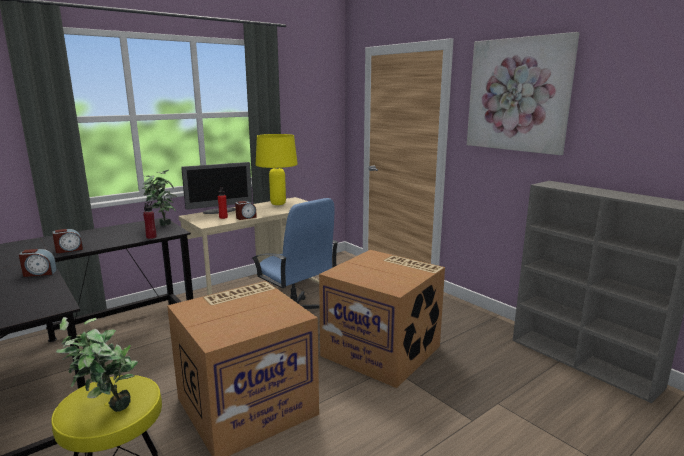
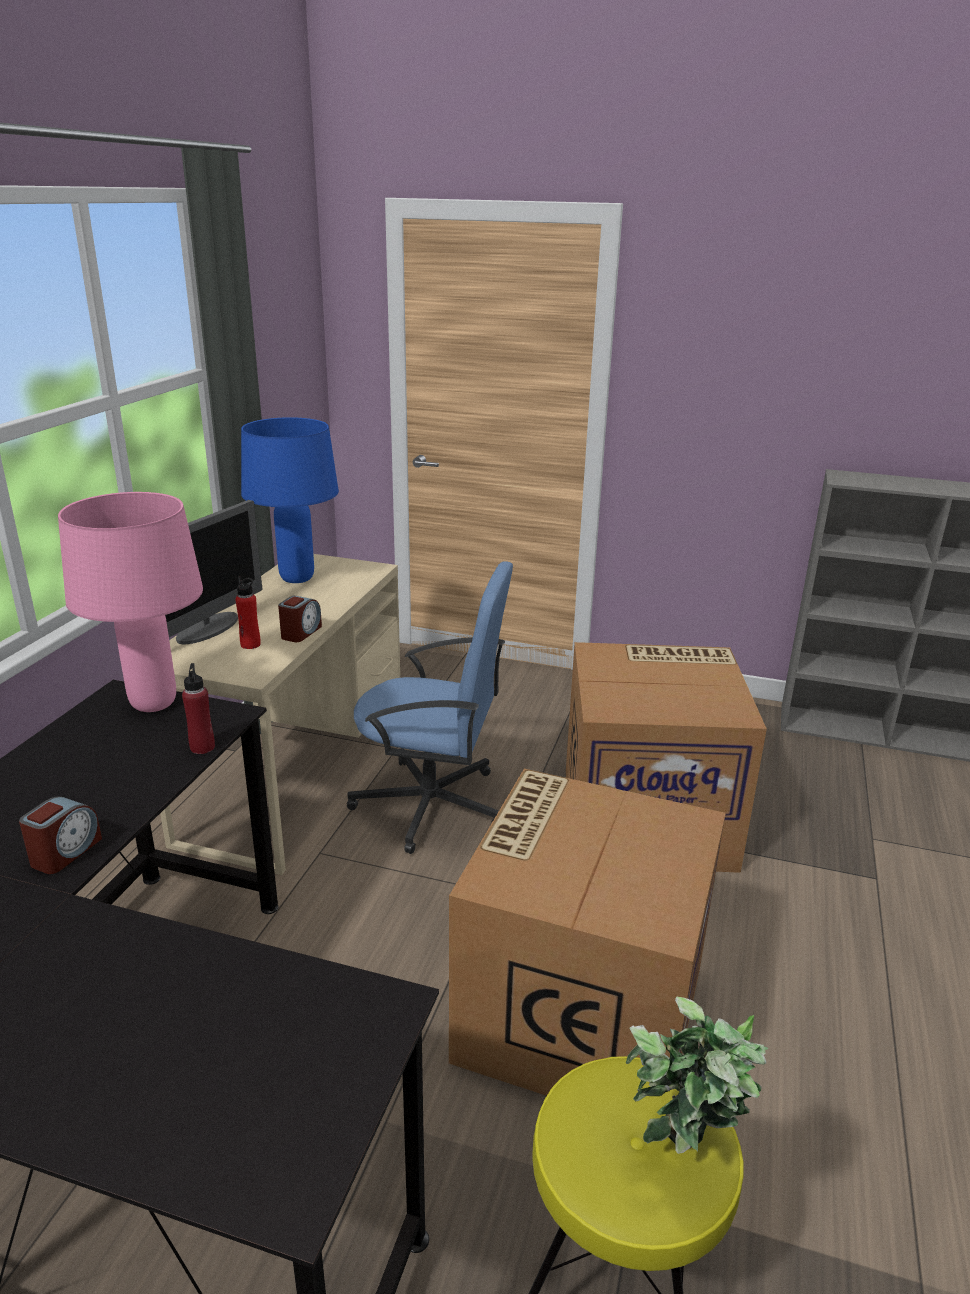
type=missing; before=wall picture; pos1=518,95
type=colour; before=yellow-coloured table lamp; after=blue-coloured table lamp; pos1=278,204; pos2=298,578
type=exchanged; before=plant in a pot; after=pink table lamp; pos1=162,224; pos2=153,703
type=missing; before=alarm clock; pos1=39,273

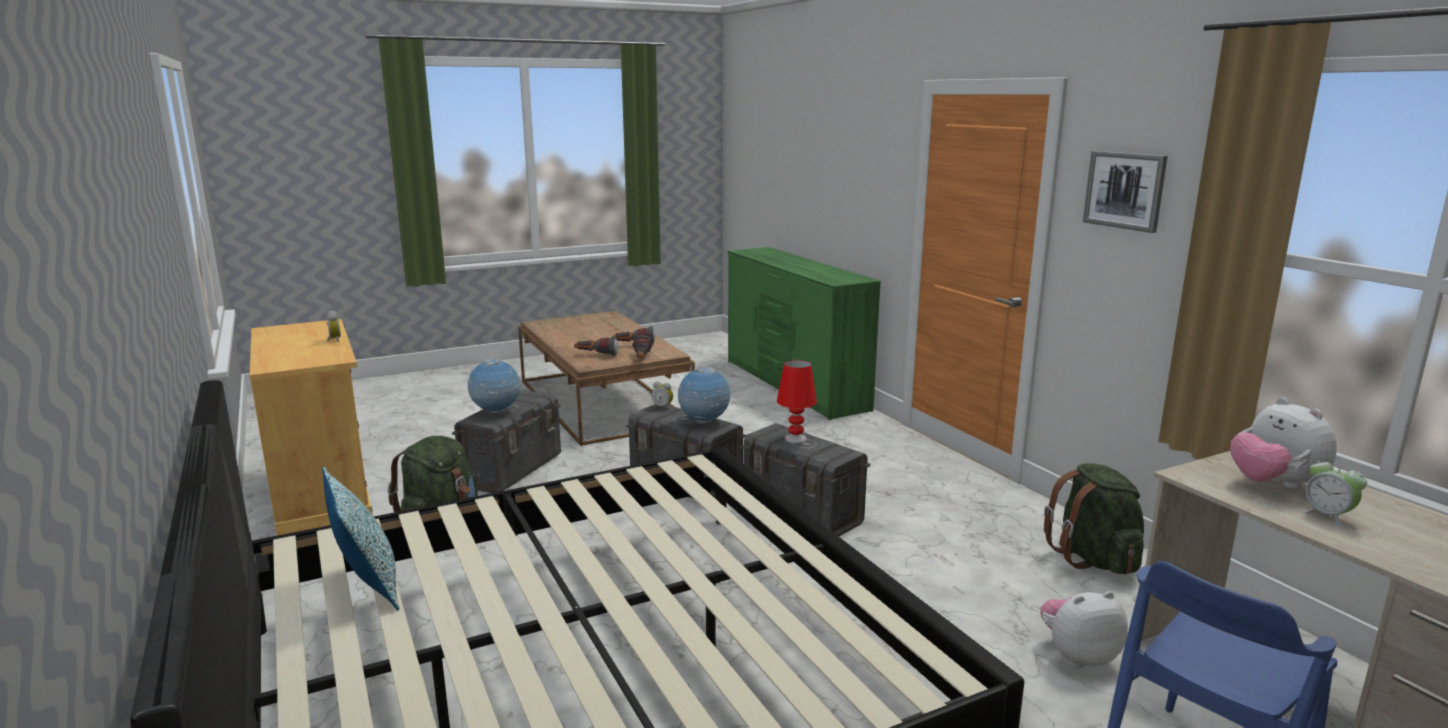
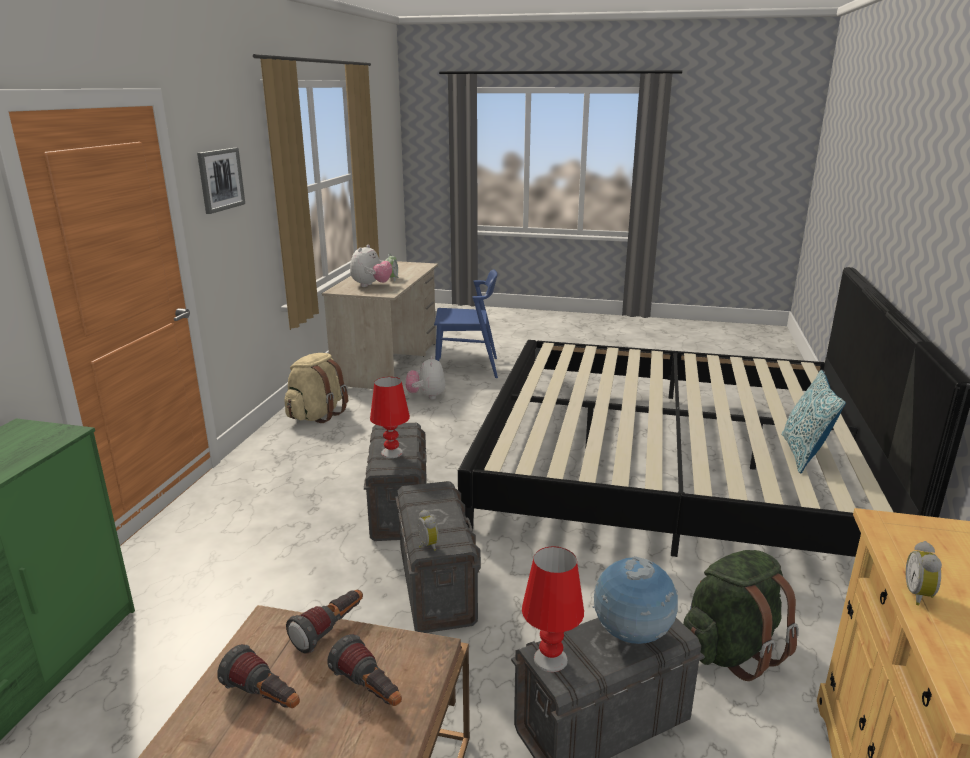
type=missing; before=desk globe; pos1=704,422
type=colour; before=green backpack; after=beige backpack; pos1=1094,559; pos2=317,415
type=spun; before=plush toy; pos1=1077,656; pos2=426,396; turn=60
type=appeared; after=red table lamp; pos2=550,659

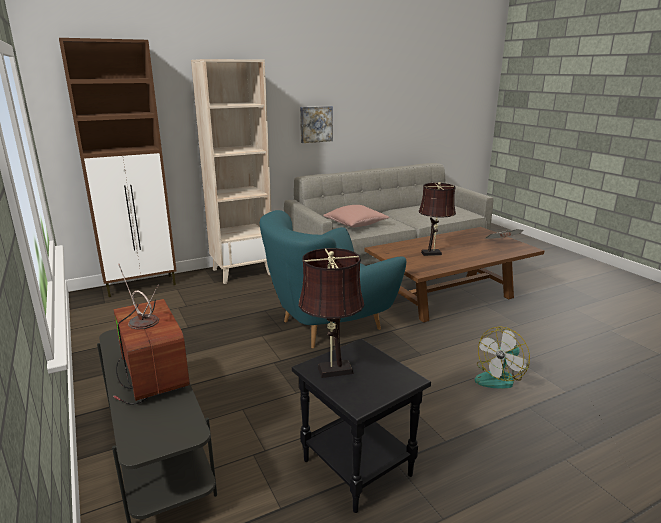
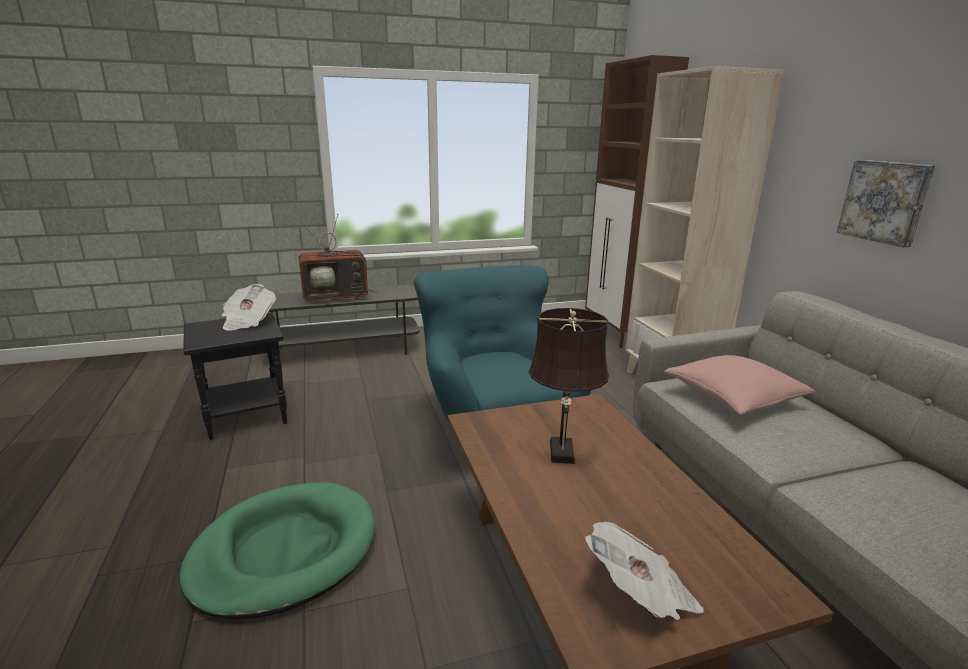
type=exchanged; before=brownish table lamp; after=daily paper; pos1=331,370; pos2=248,321
type=exchanged; before=fan; after=green pet bed; pos1=499,377; pos2=284,552

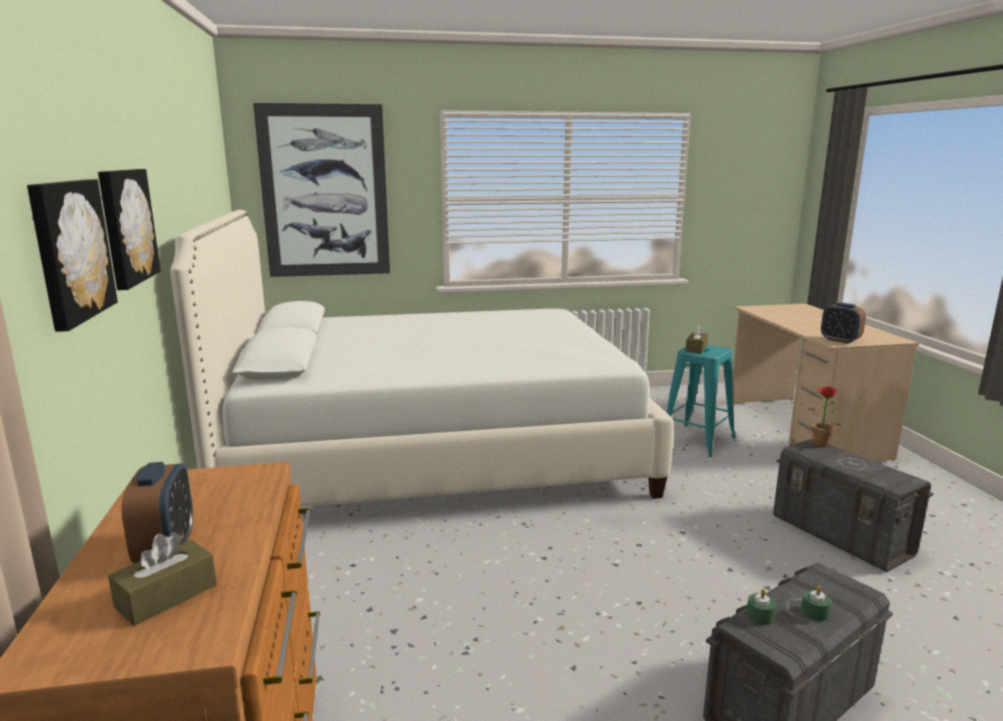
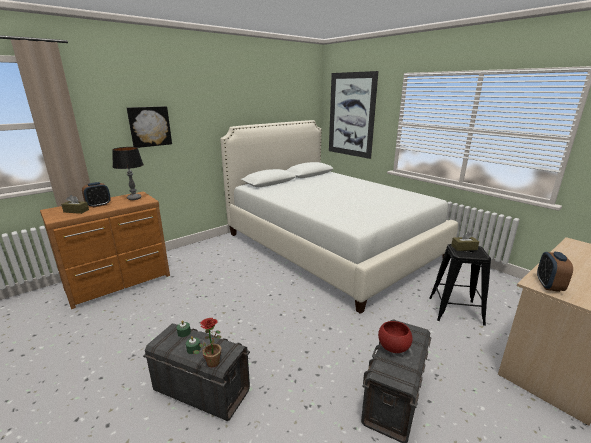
type=missing; before=wall picture; pos1=125,226
type=colour; before=blue-green stool; after=black-coloured stool; pos1=697,440; pos2=455,311
type=relocated; before=plant in a pot; pos1=817,443; pos2=212,360
type=appeared; after=table lamp; pos2=134,198
type=appeared; after=red deep dish; pos2=393,347

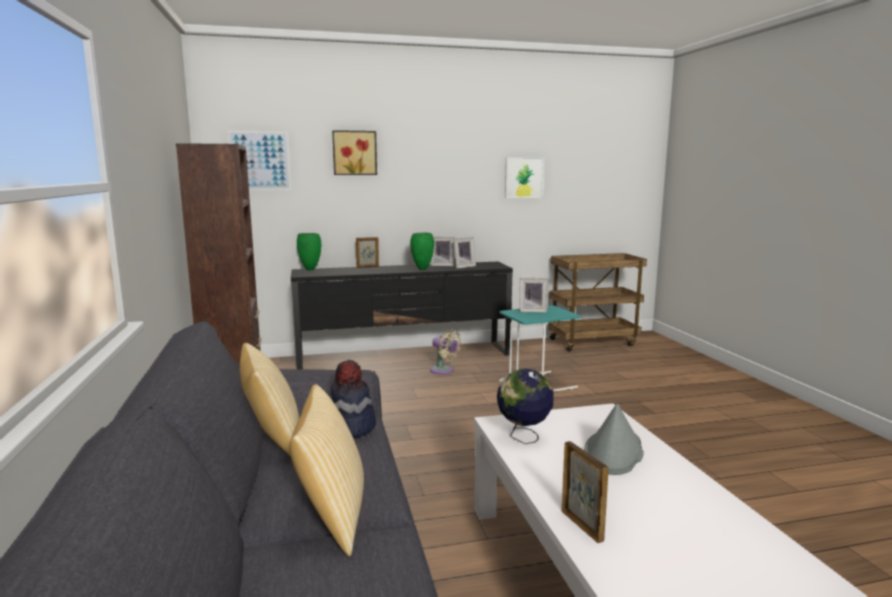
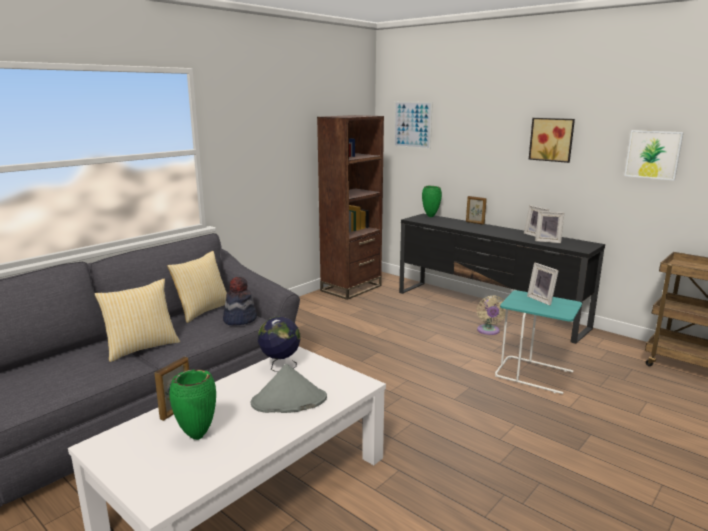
type=relocated; before=wall picture; pos1=354,153; pos2=552,139
type=relocated; before=green flower vase; pos1=422,269; pos2=197,436

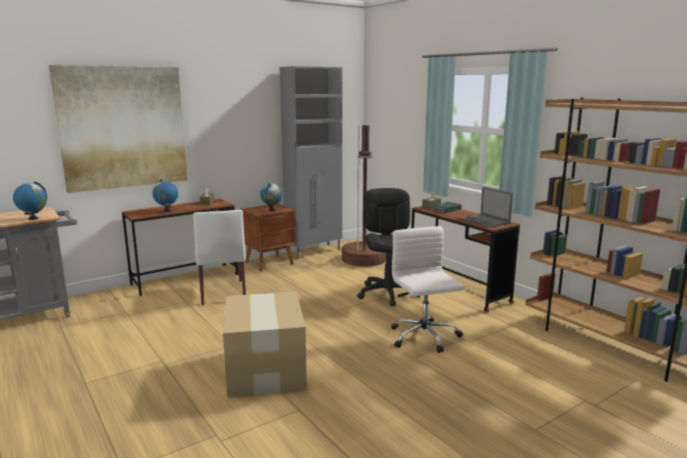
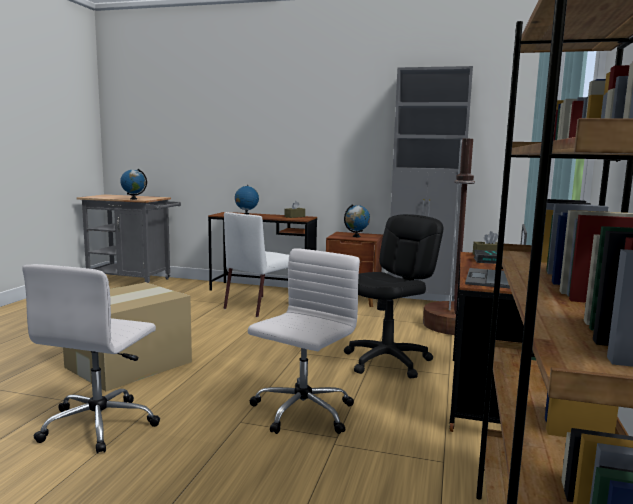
type=missing; before=wall picture; pos1=123,127
type=appeared; after=white computer chair; pos2=100,424

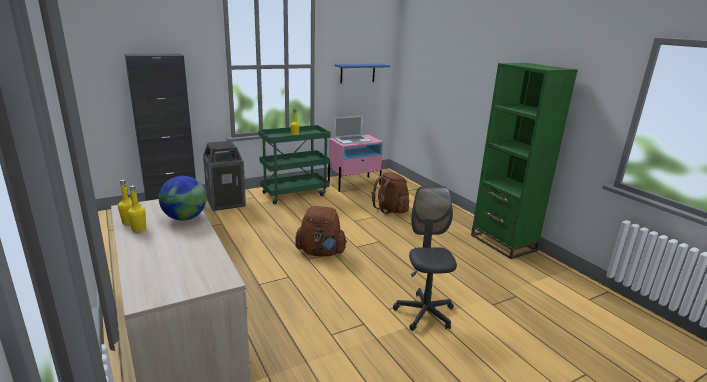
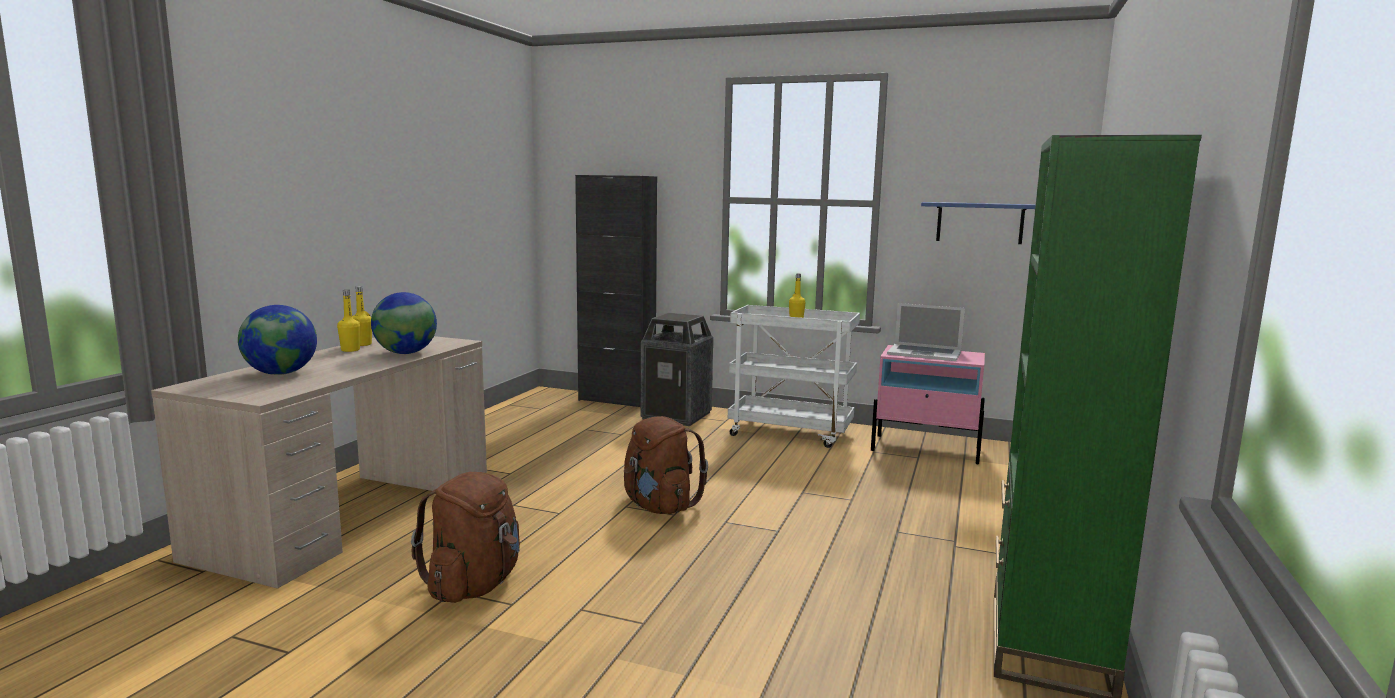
type=colour; before=green trolley; after=white trolley; pos1=295,194; pos2=791,433
type=relocated; before=brownish backpack; pos1=391,210; pos2=474,585
type=missing; before=grey computer chair; pos1=424,313
type=appeared; after=desk globe; pos2=281,373

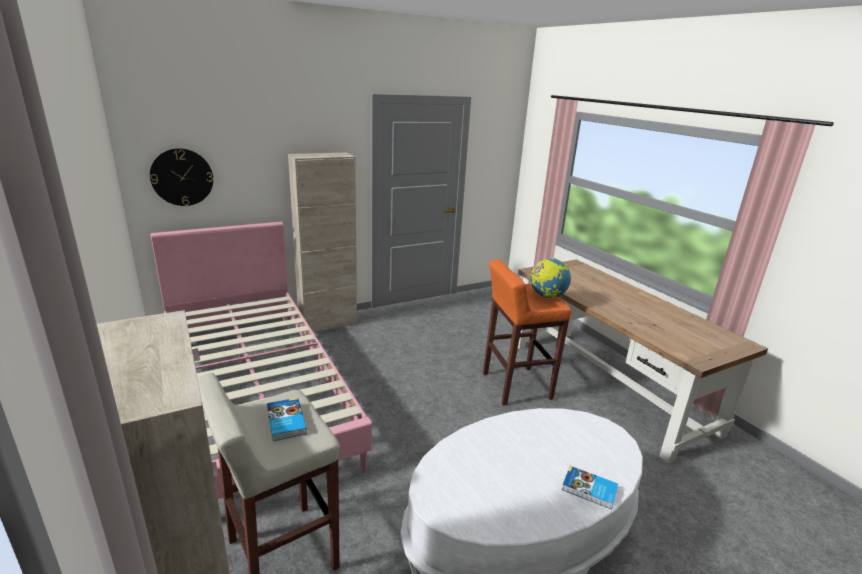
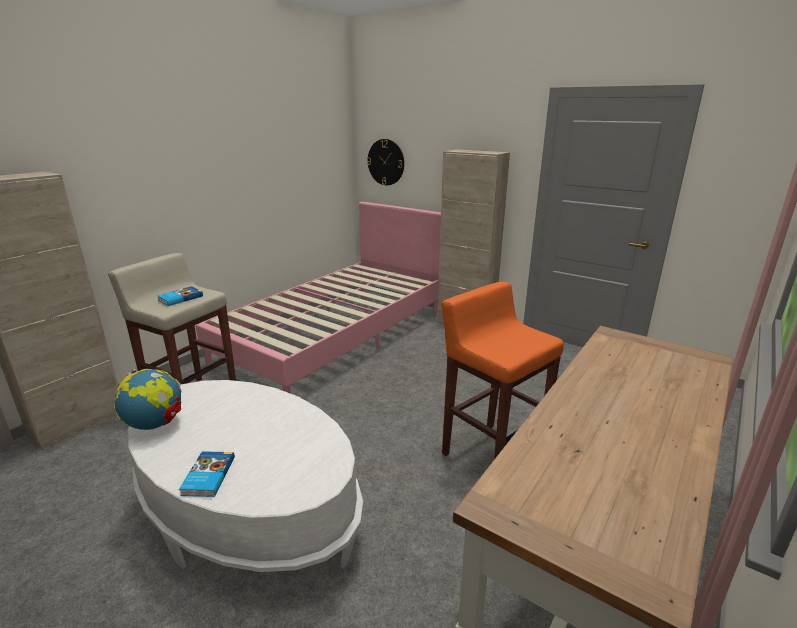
type=relocated; before=desk globe; pos1=547,297; pos2=155,424

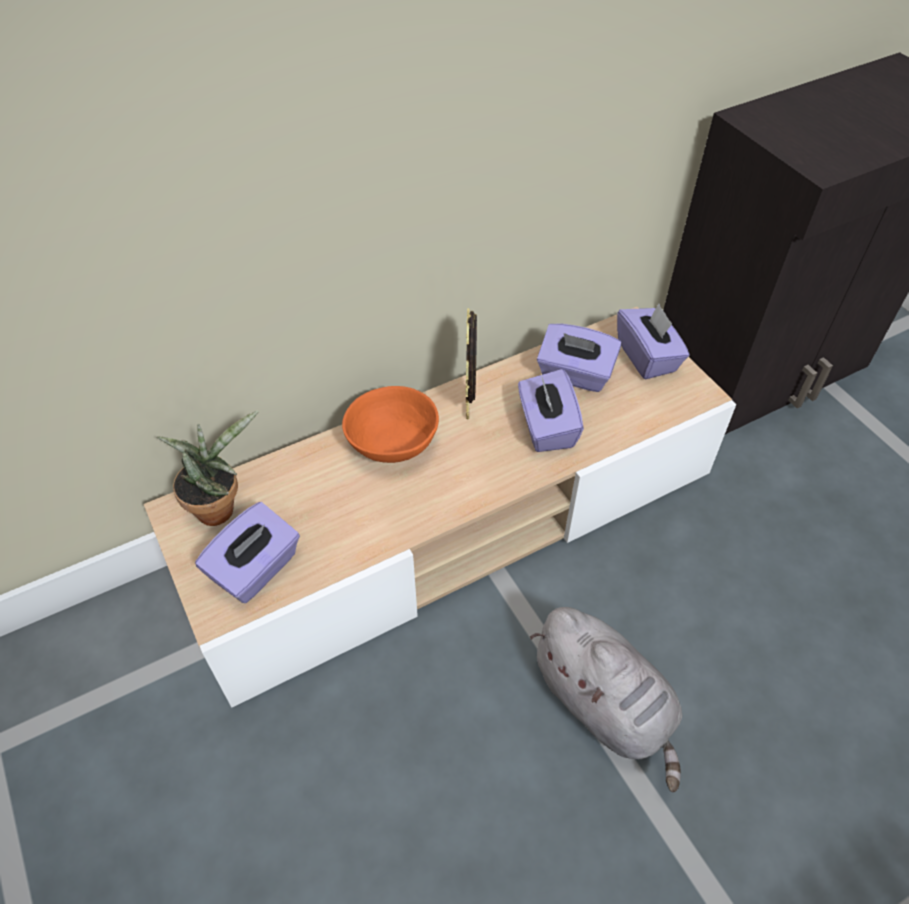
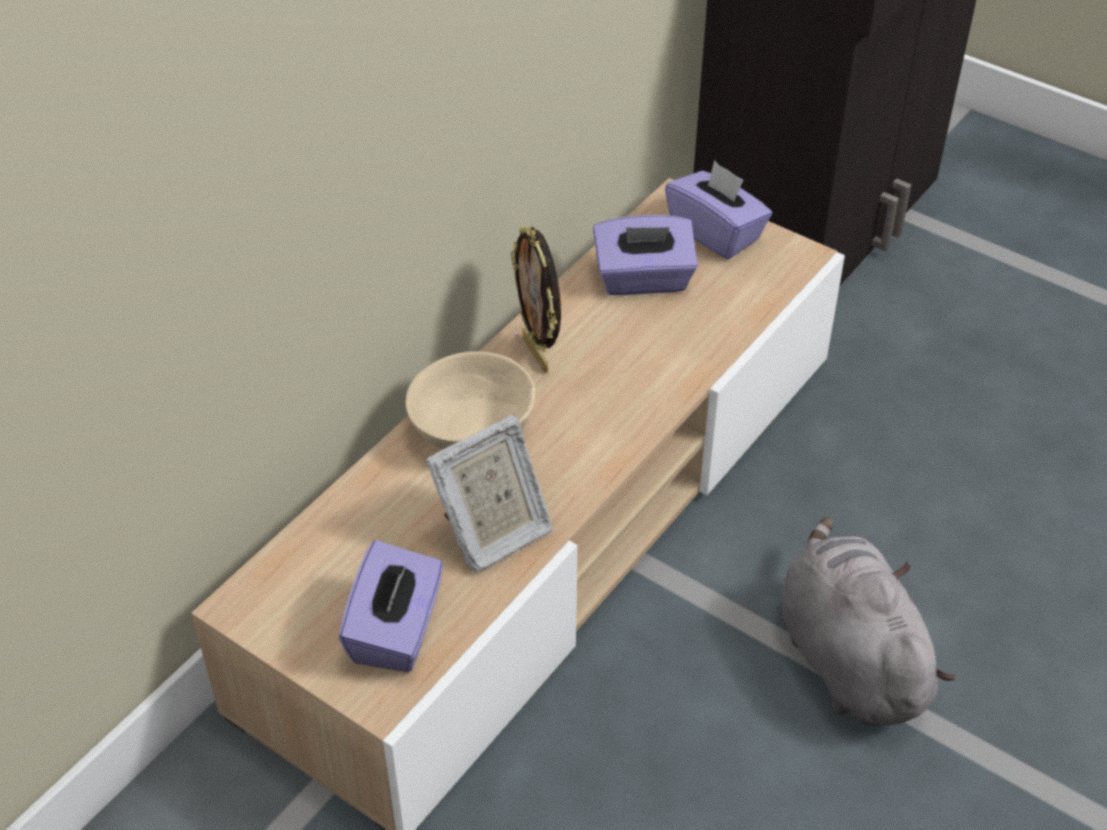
type=missing; before=purple tissue holder; pos1=546,427
type=colour; before=orangey deep dish; after=beige deep dish; pos1=395,444; pos2=475,430
type=missing; before=plant in a pot; pos1=219,506
type=spun; before=grey plush toy; pos1=605,705; pos2=848,657; turn=-135
type=appeared; after=picture frame; pos2=493,534

